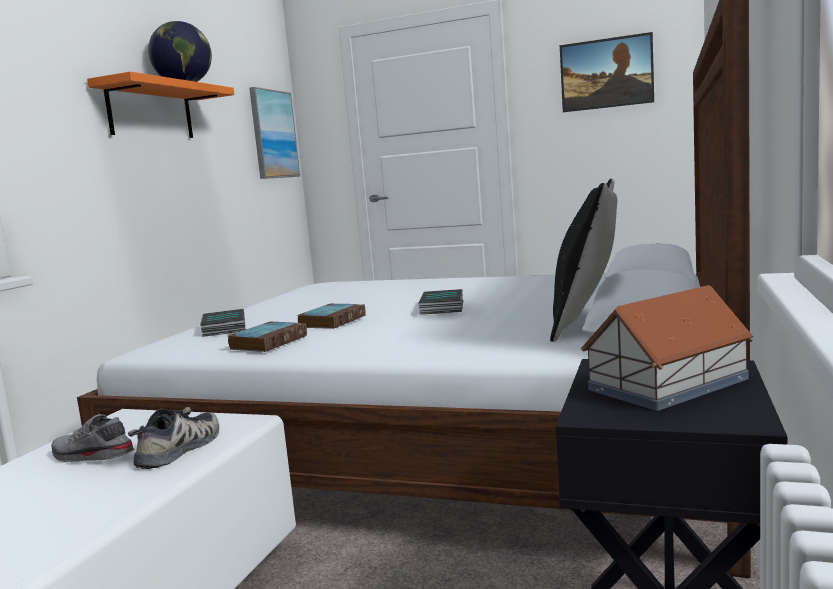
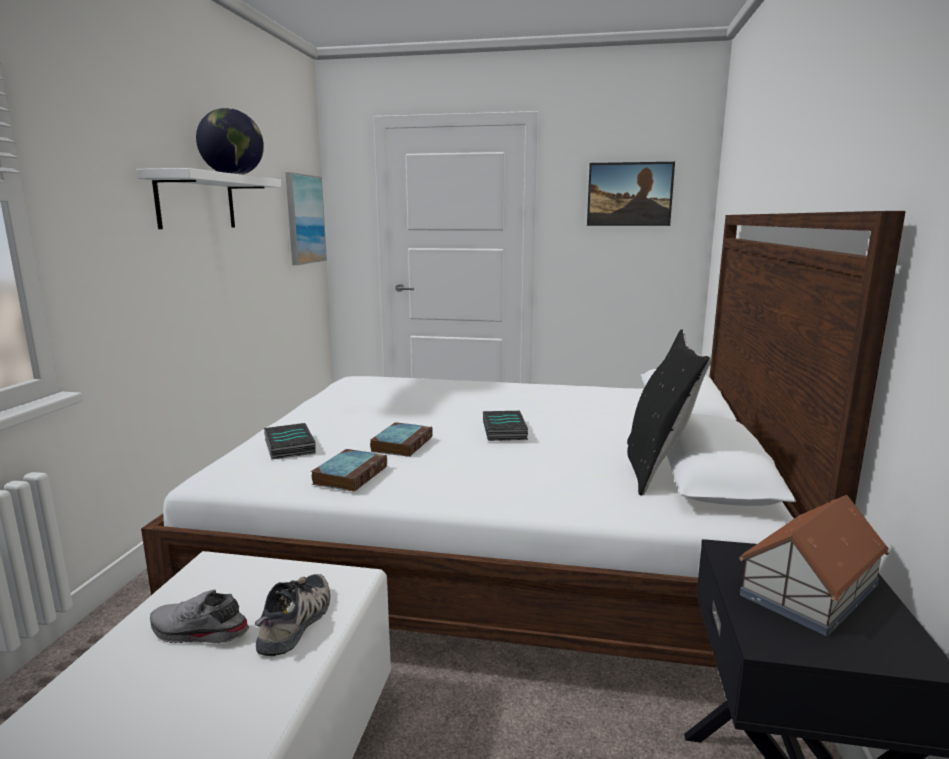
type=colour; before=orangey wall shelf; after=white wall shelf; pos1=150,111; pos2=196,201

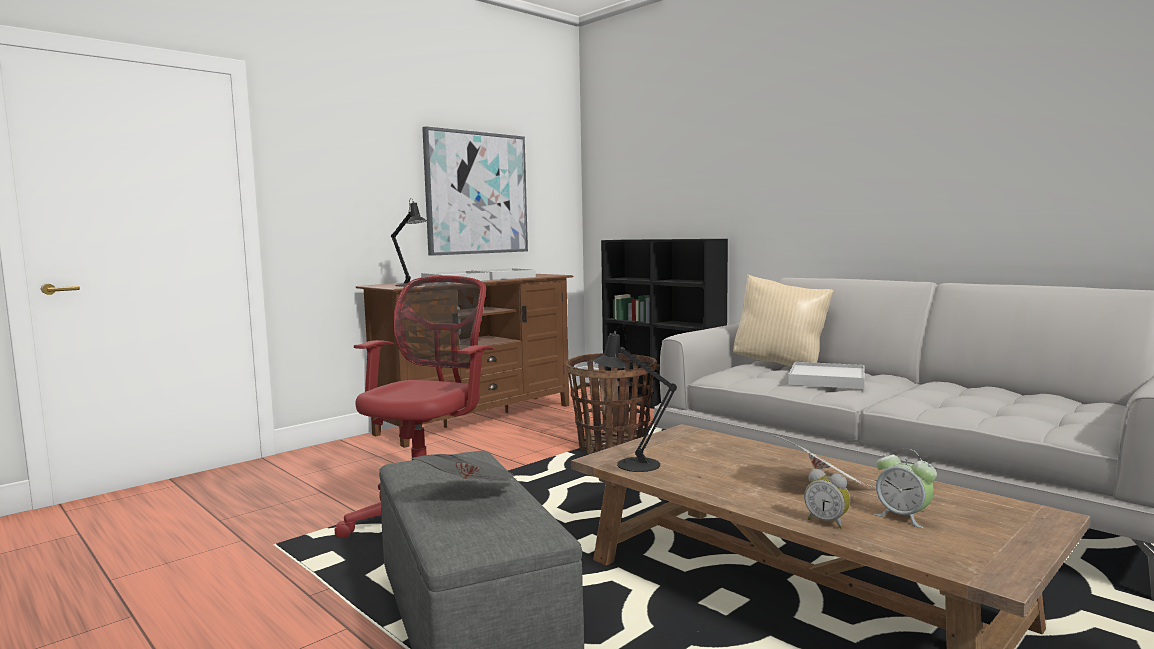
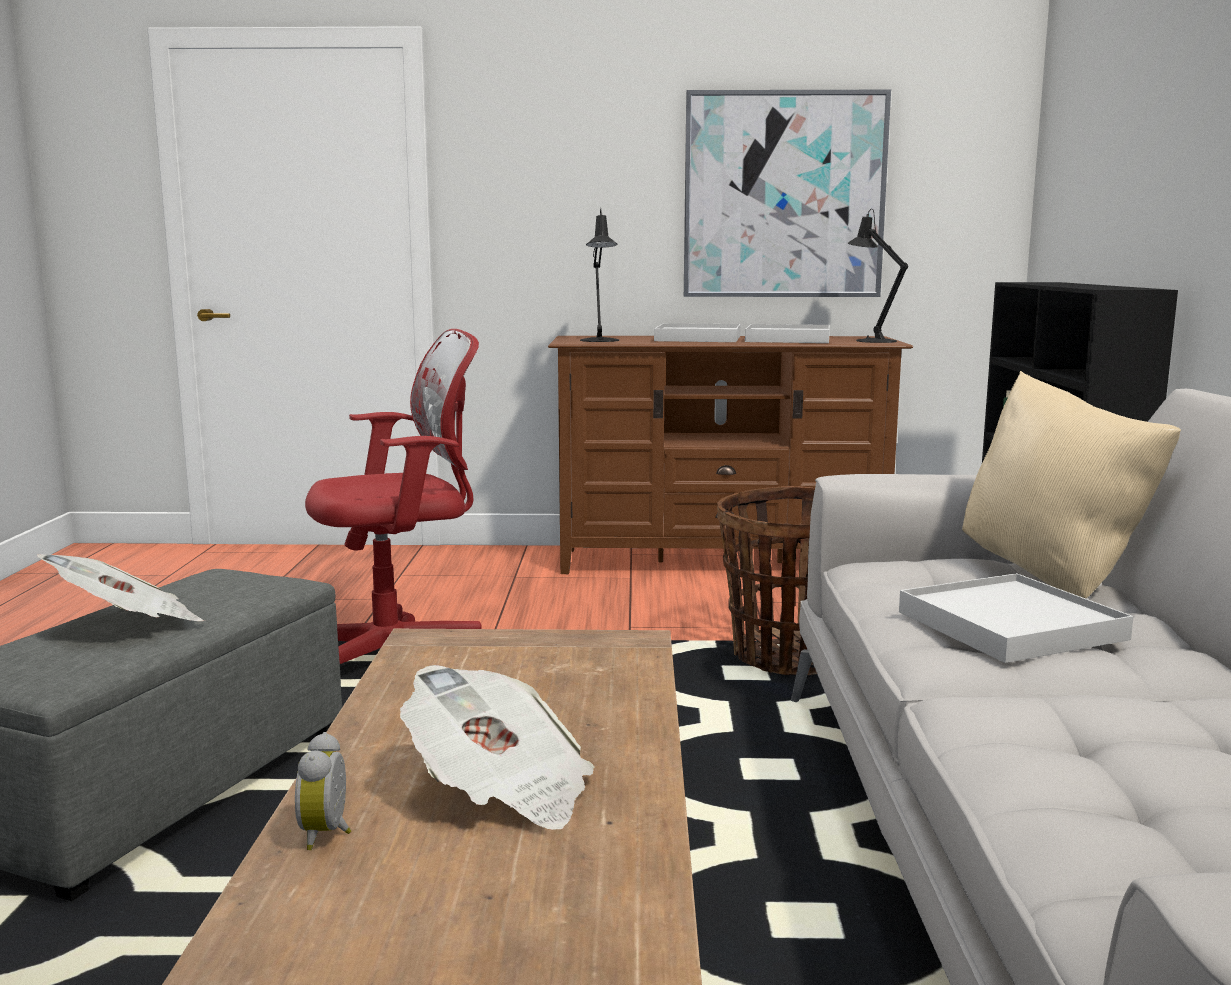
type=relocated; before=black-coloured table lamp; pos1=631,464; pos2=871,340
type=missing; before=alarm clock; pos1=903,517

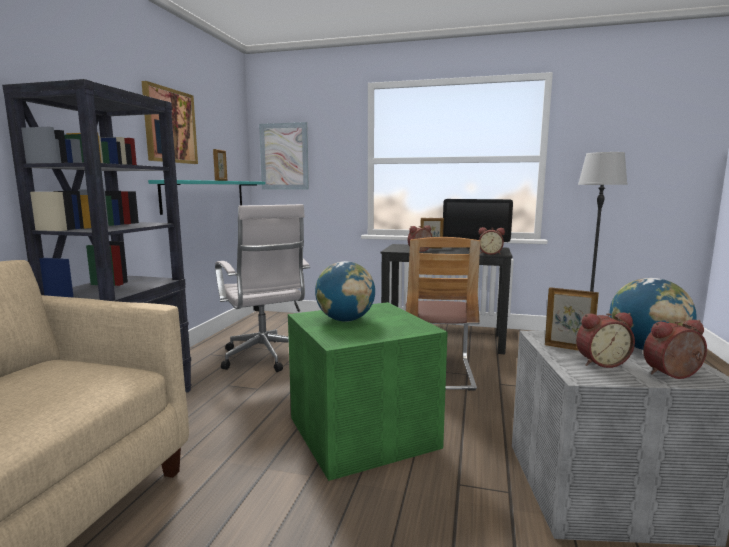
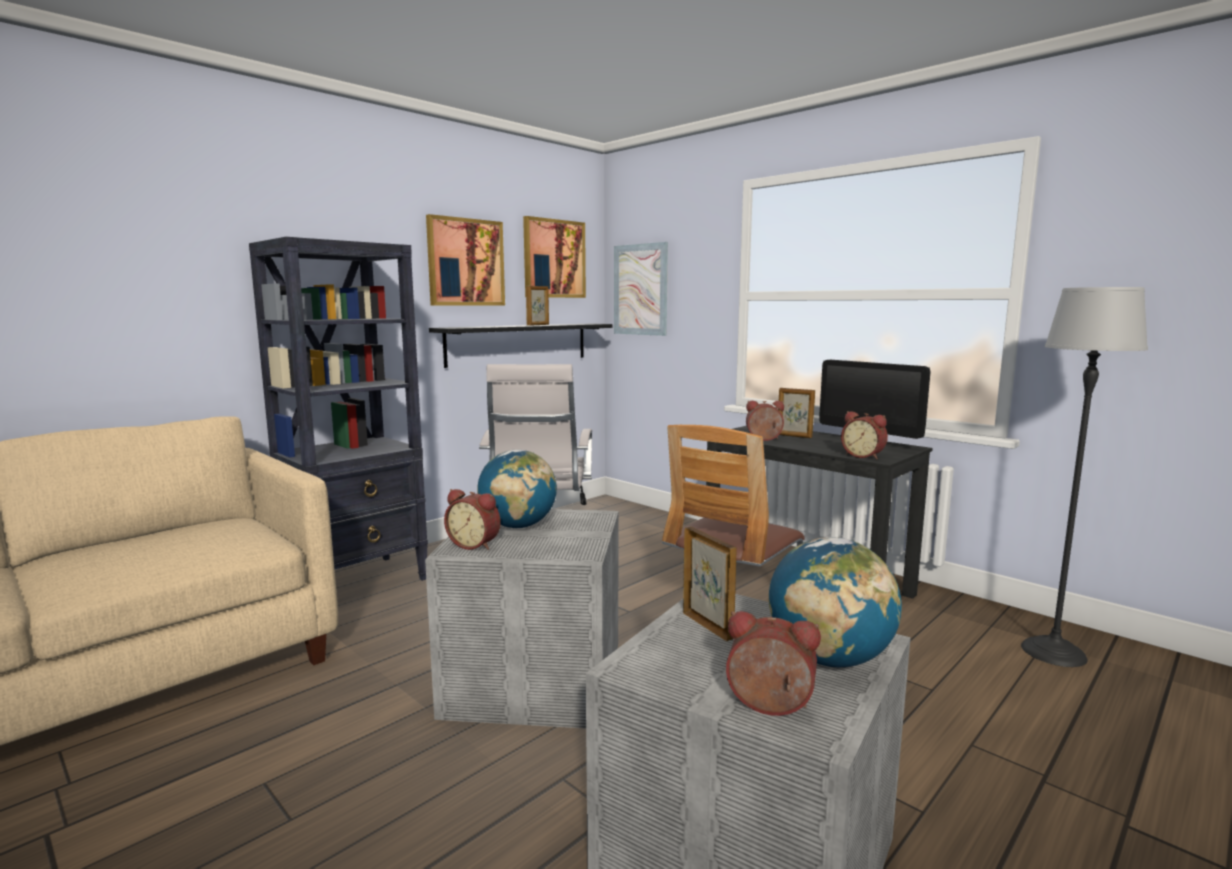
type=colour; before=blue-green wall shelf; after=black-coloured wall shelf; pos1=205,195; pos2=519,343
type=colour; before=green storage container; after=grey storage container; pos1=360,431; pos2=533,676
type=relocated; before=alarm clock; pos1=600,362; pos2=475,544
type=appeared; after=wall picture; pos2=554,259

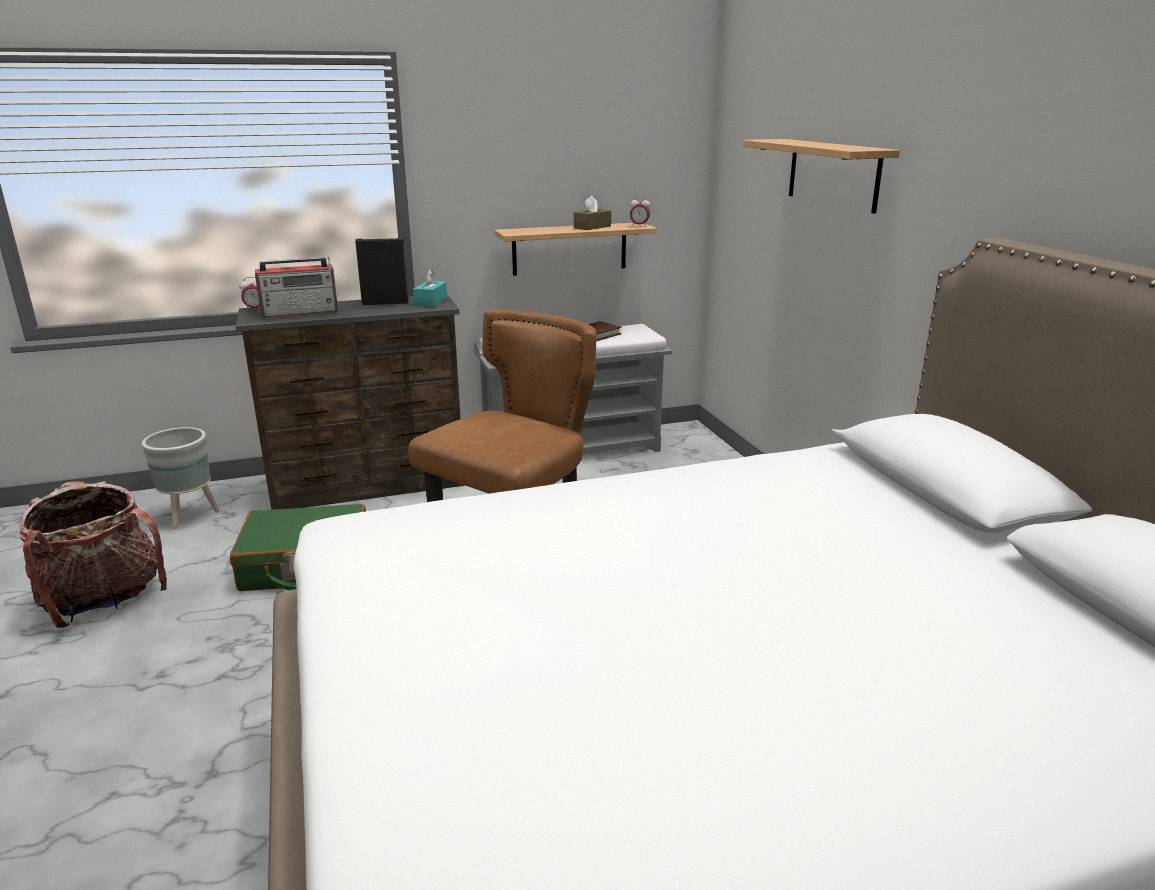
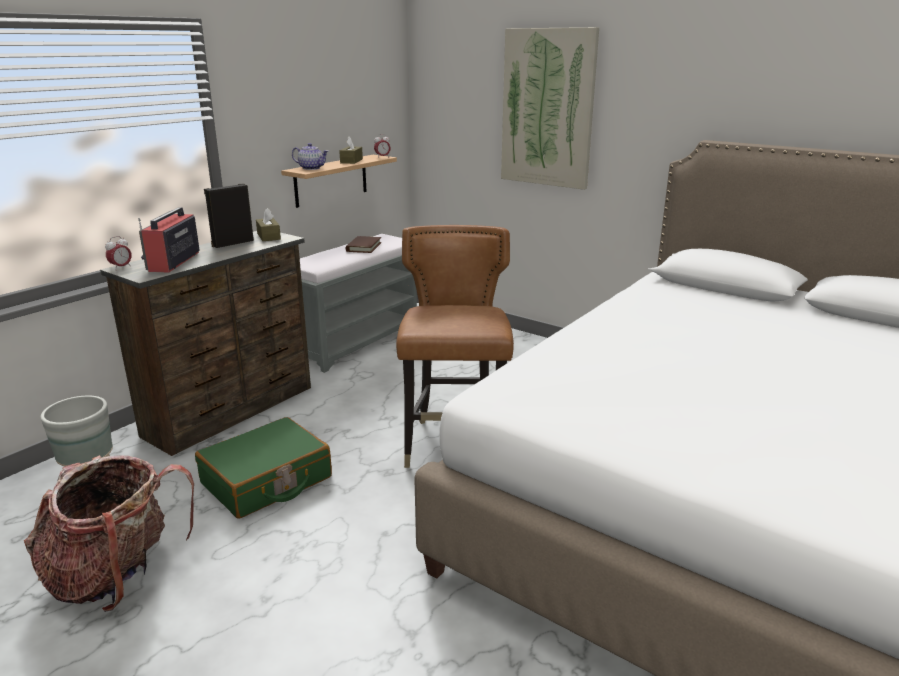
type=exchanged; before=wall shelf; after=wall picture; pos1=833,174; pos2=547,108
type=spun; before=radio; pos1=301,312; pos2=173,262; turn=150
type=colour; before=blue-green tissue holder; after=brownish tissue holder; pos1=431,301; pos2=268,236
type=appeared; after=pot for tea; pos2=311,168

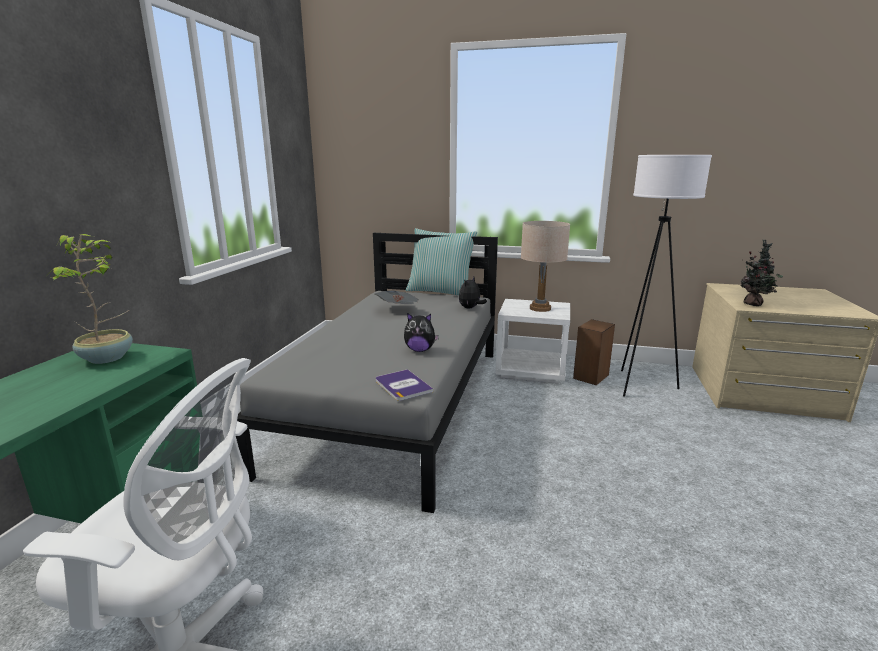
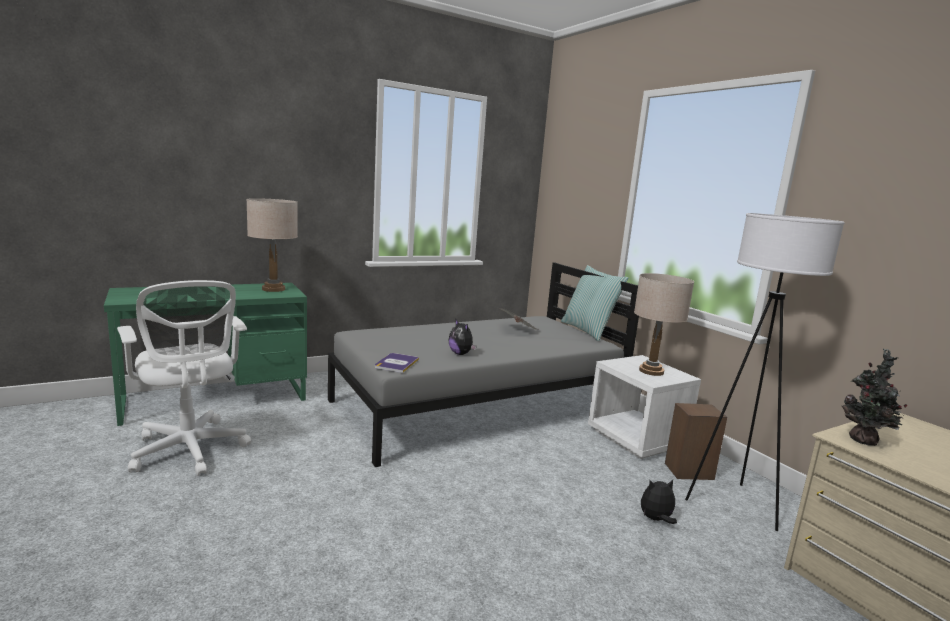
type=exchanged; before=plant in a pot; after=beige table lamp; pos1=108,358; pos2=273,289
type=relocated; before=plush toy; pos1=470,308; pos2=656,519

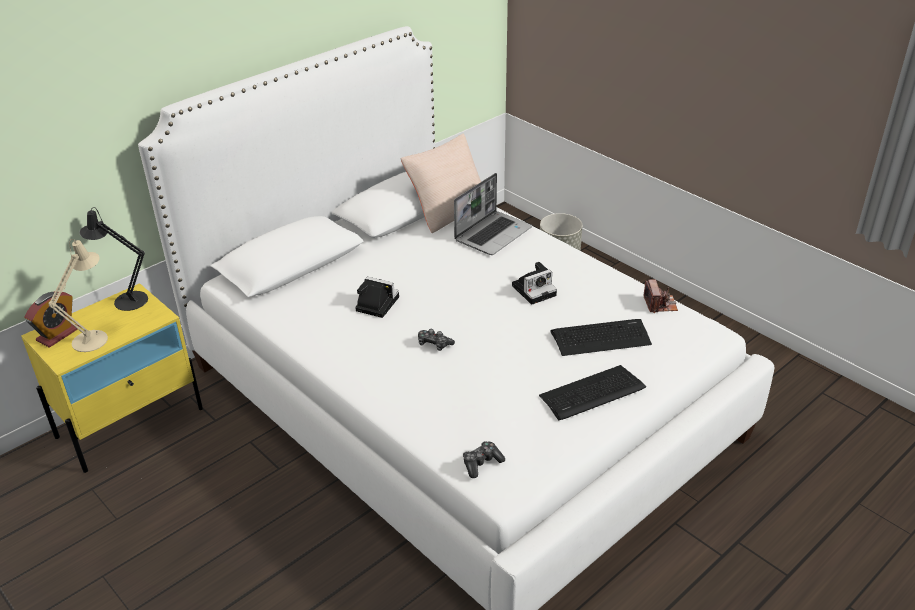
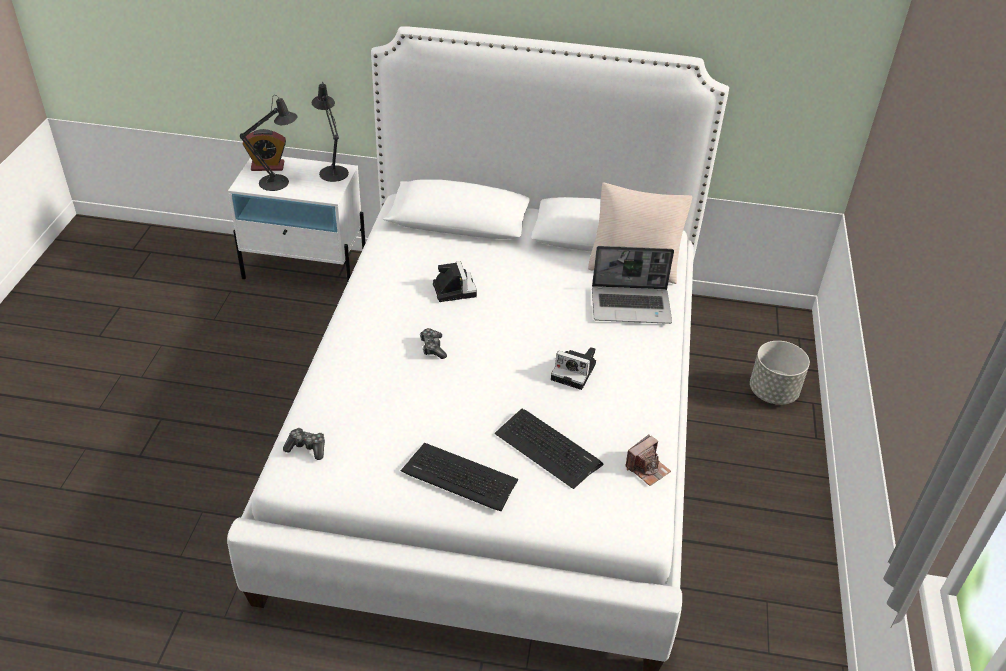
type=colour; before=beige table lamp; after=black-coloured table lamp; pos1=93,338; pos2=278,182
type=colour; before=yellow-coloured bedside table; after=white bedside table; pos1=131,422; pos2=305,268

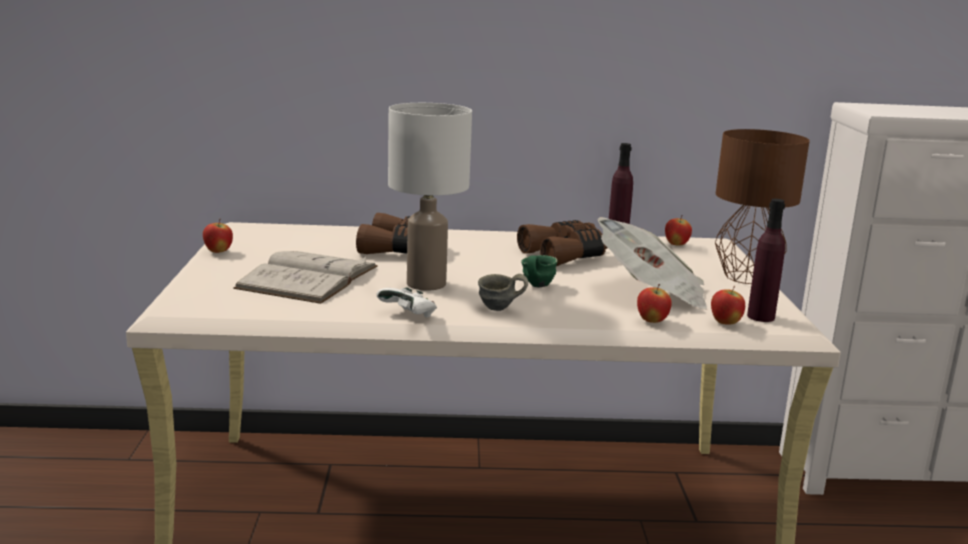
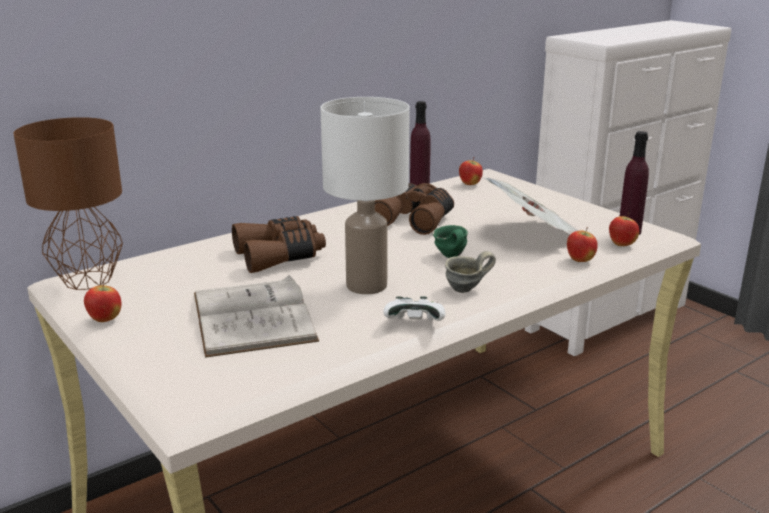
type=relocated; before=brownish table lamp; pos1=744,277; pos2=86,280

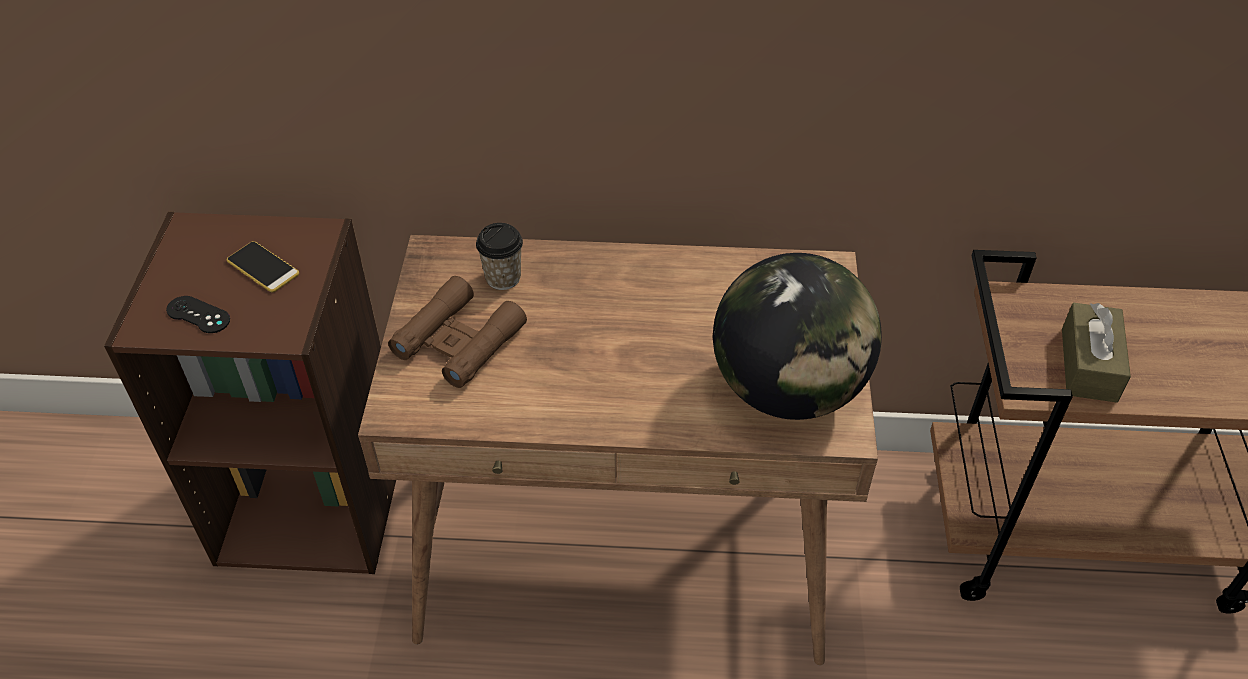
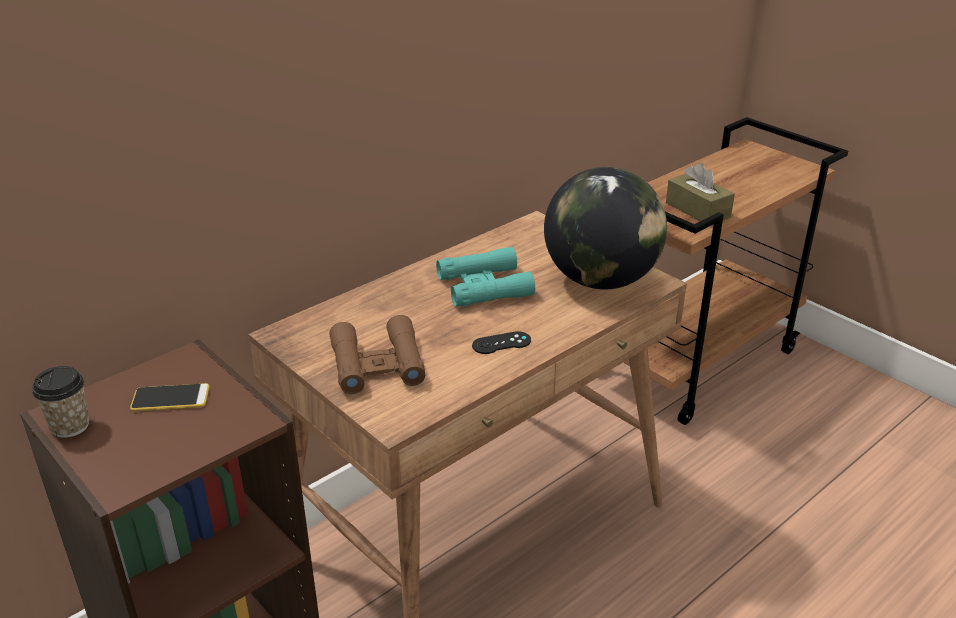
type=relocated; before=drinking cup; pos1=503,278; pos2=70,426
type=relocated; before=black-coloured game controller; pos1=198,315; pos2=501,343
type=appeared; after=blue-green field glasses; pos2=484,286

